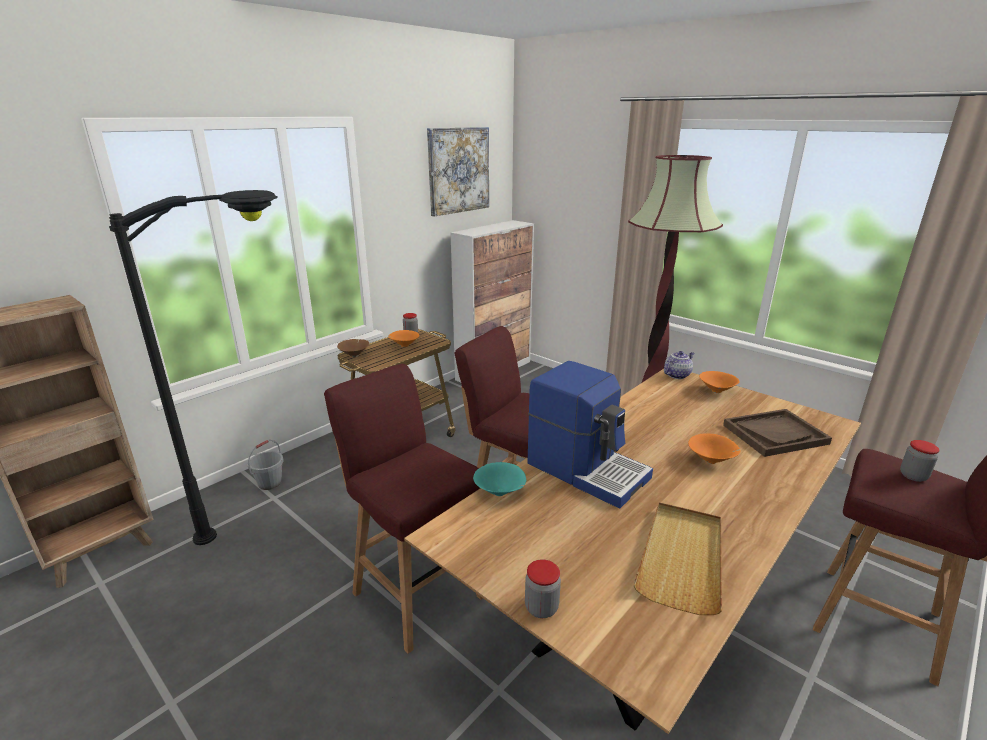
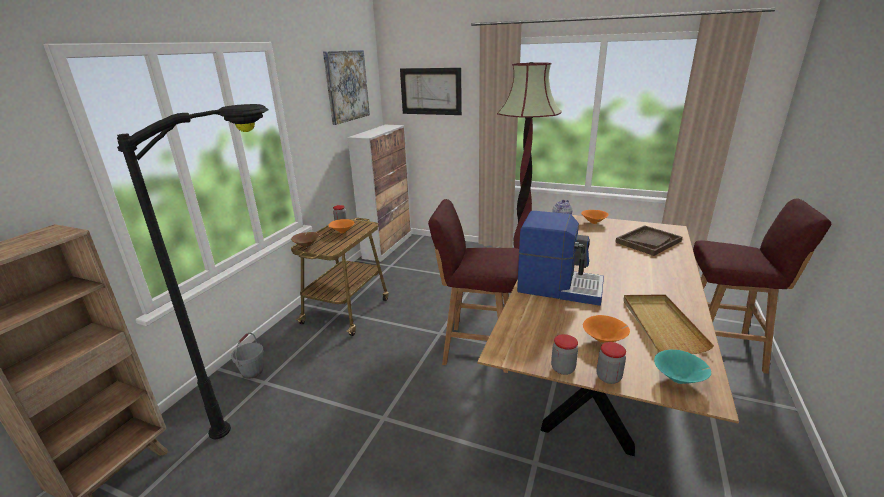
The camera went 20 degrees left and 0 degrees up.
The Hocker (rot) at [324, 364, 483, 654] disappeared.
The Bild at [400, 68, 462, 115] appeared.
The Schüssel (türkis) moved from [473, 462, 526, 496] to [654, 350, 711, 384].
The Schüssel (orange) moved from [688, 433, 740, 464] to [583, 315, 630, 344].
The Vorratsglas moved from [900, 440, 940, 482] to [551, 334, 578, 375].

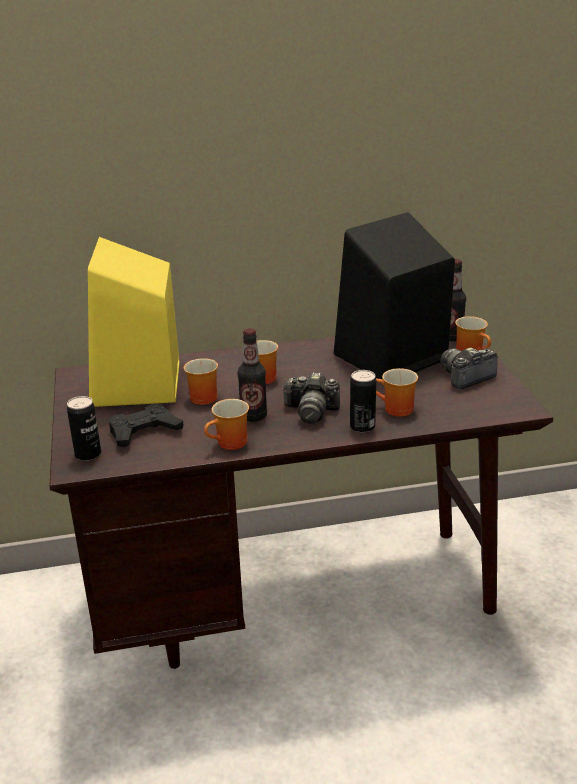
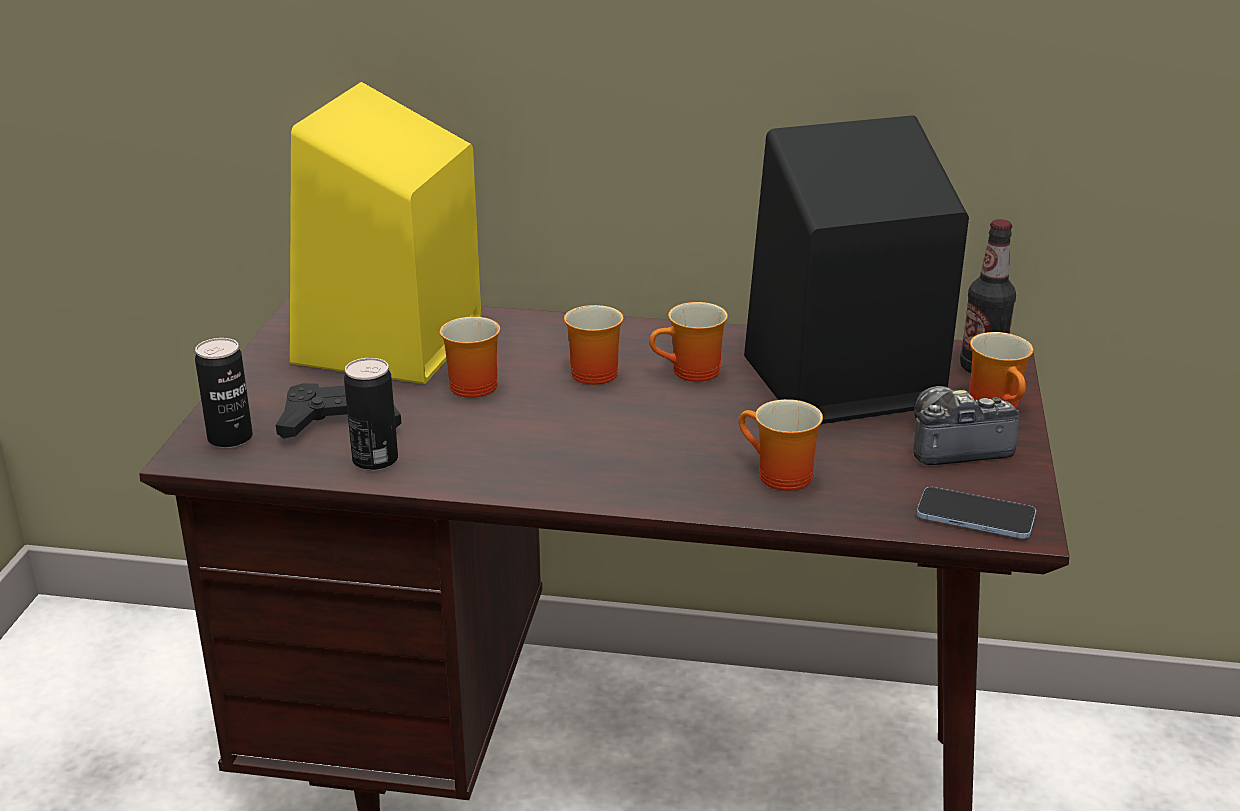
The camera went 20 degrees right and 0 degrees up.
The Flasche at [238, 328, 267, 422] disappeared.
The Kamera at [282, 372, 340, 423] disappeared.
The Handy at [917, 487, 1036, 539] appeared.
The Henkelbecher moved from [204, 399, 249, 450] to [649, 302, 728, 382].
The Dose moved from [350, 370, 376, 433] to [344, 358, 398, 471].

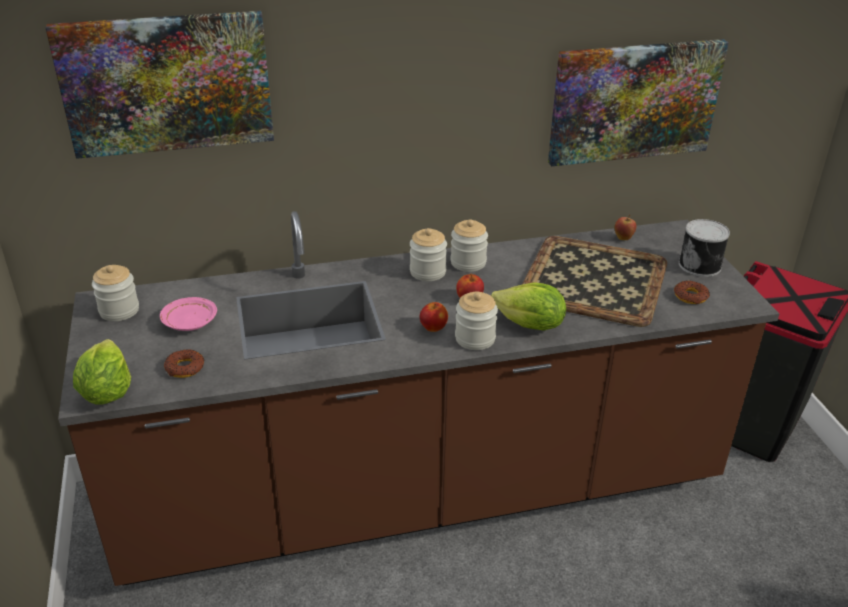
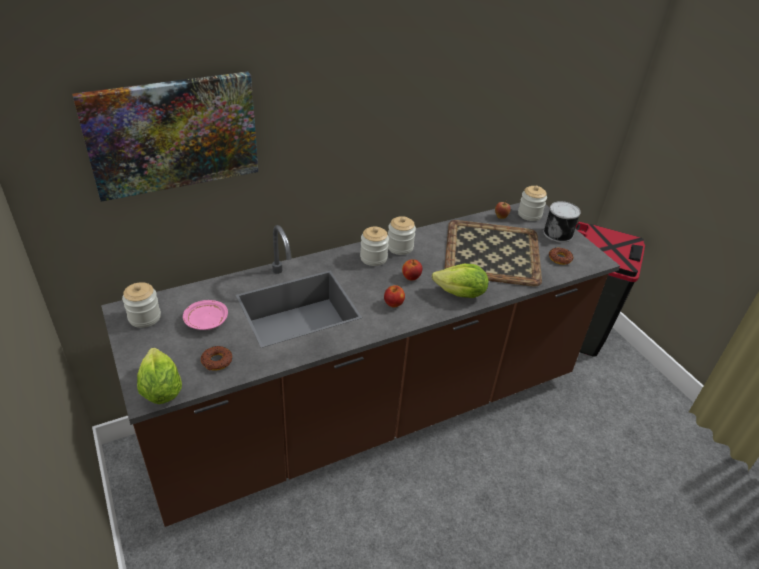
The camera went 15 degrees left and 5 degrees up.
The Bild at [548, 39, 729, 166] disappeared.
The Vorratsglas moved from [455, 292, 498, 350] to [518, 186, 547, 221].

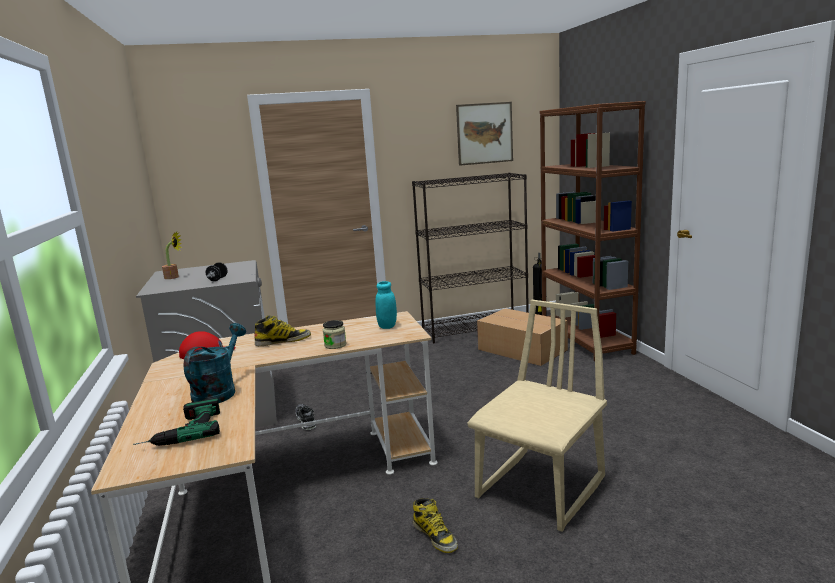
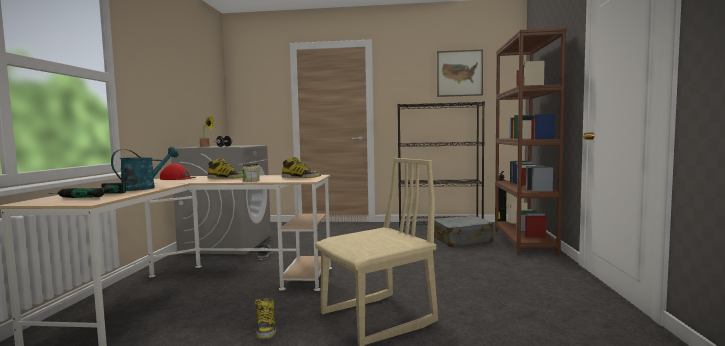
The camera went 20 degrees right and 10 degrees down.
The Vorratsglas (türkis) at [376, 281, 397, 329] was replaced by the Stiefel at [282, 157, 321, 178].
The Karton at [477, 308, 568, 366] was replaced by the Koffer (grau) at [434, 215, 494, 247].

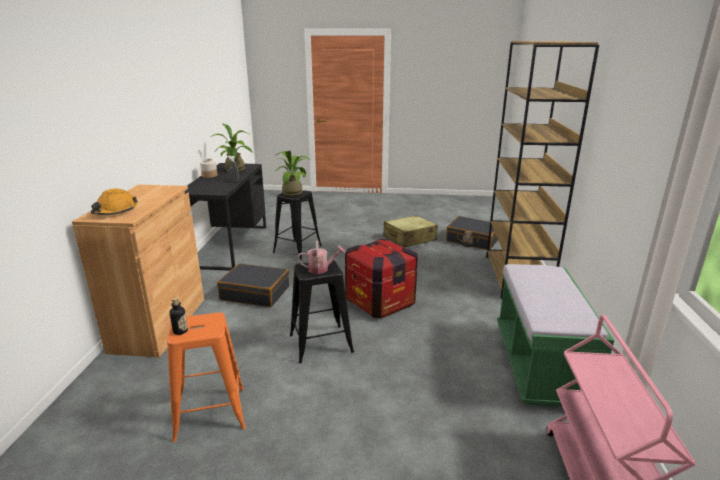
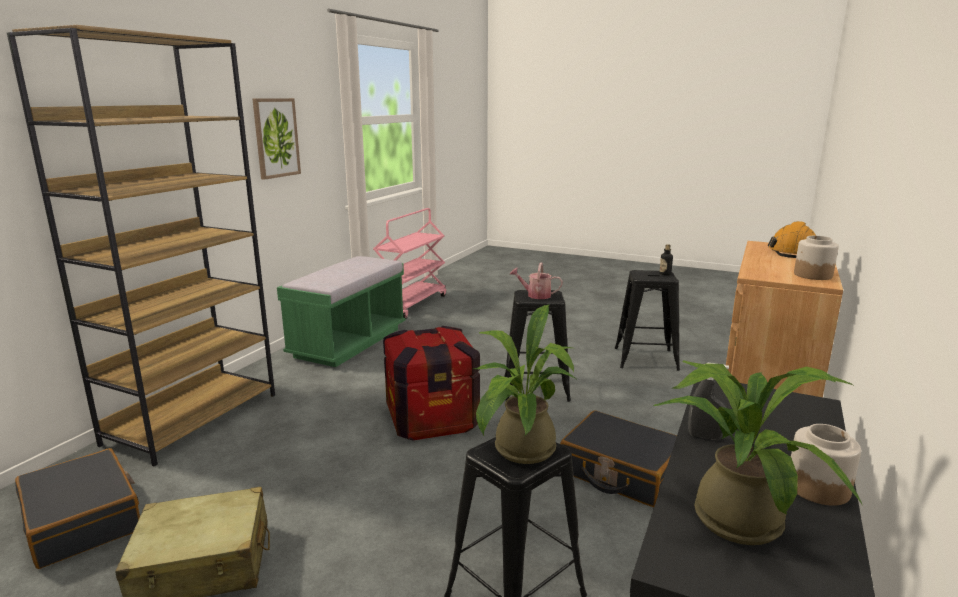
The camera went 160 degrees left and 5 degrees down.
The Bild at [252, 98, 301, 180] appeared.
The Vorratsglas at [794, 236, 839, 280] appeared.
The Hocker (orange) at [167, 312, 246, 442] became the Hocker (schwarz) at [614, 270, 680, 371].

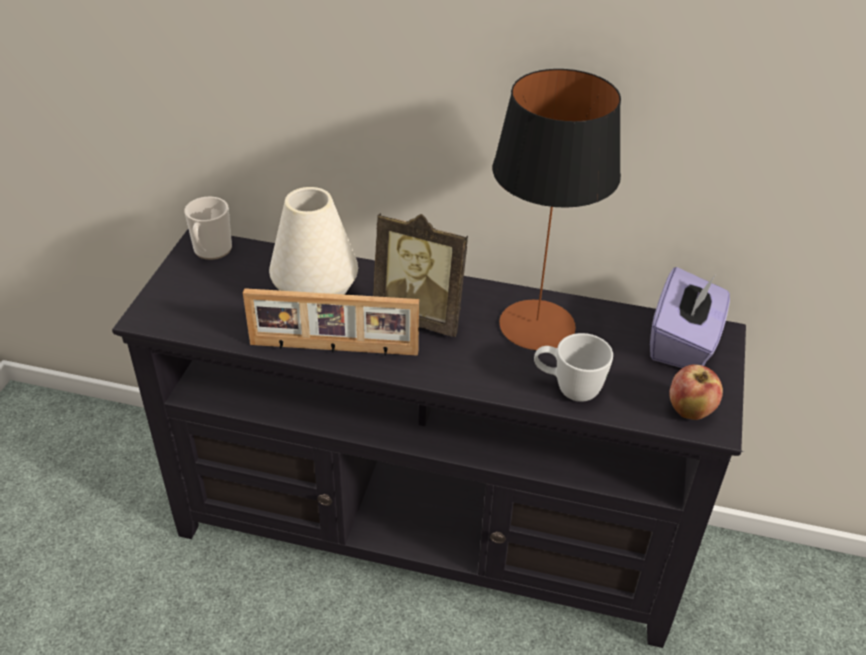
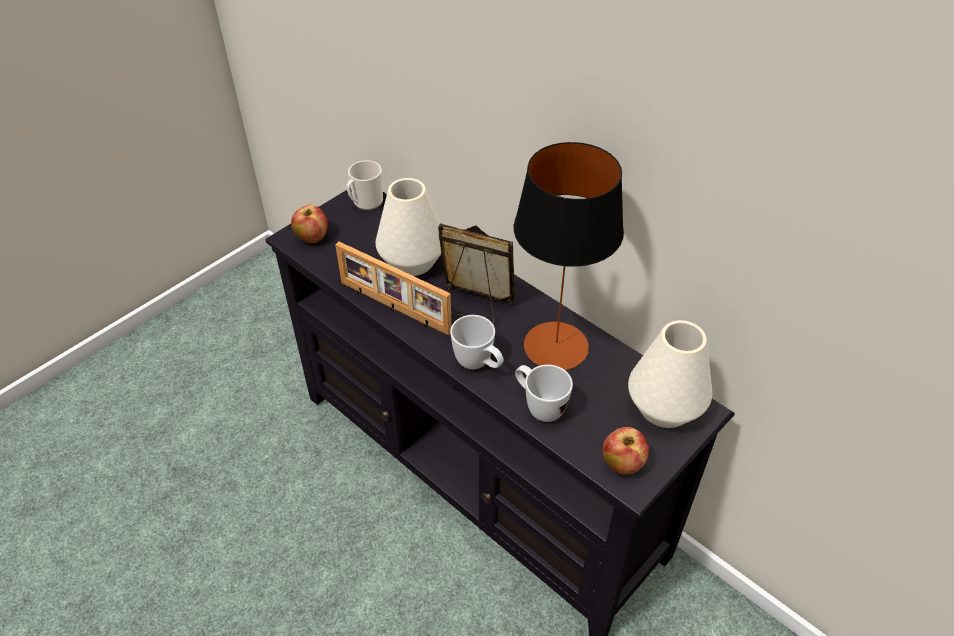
The camera went 30 degrees right and 5 degrees up.
The Apfel at [291, 205, 328, 243] appeared.
The Henkelbecher (weiß) at [450, 315, 504, 369] appeared.
The Taschentuchbox (lila) at [650, 267, 730, 368] was replaced by the Vase (weiß) at [628, 320, 712, 428].
The Bilderrahmen at [373, 213, 468, 337] turned 150 degrees clockwise.

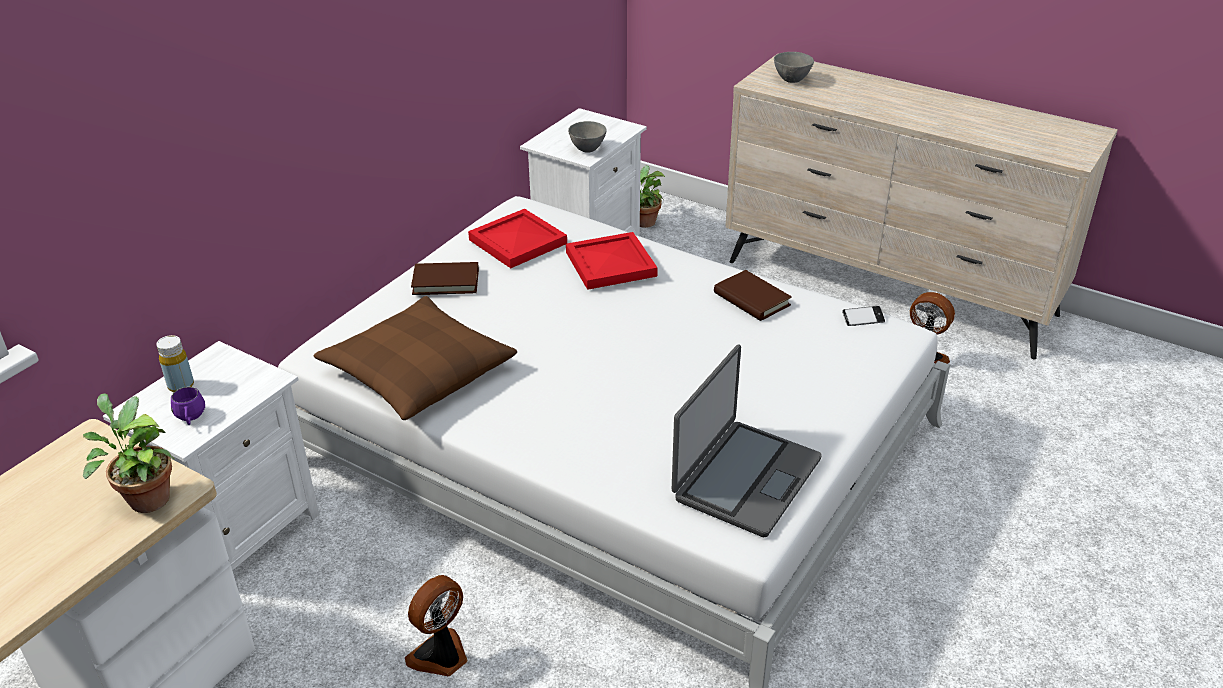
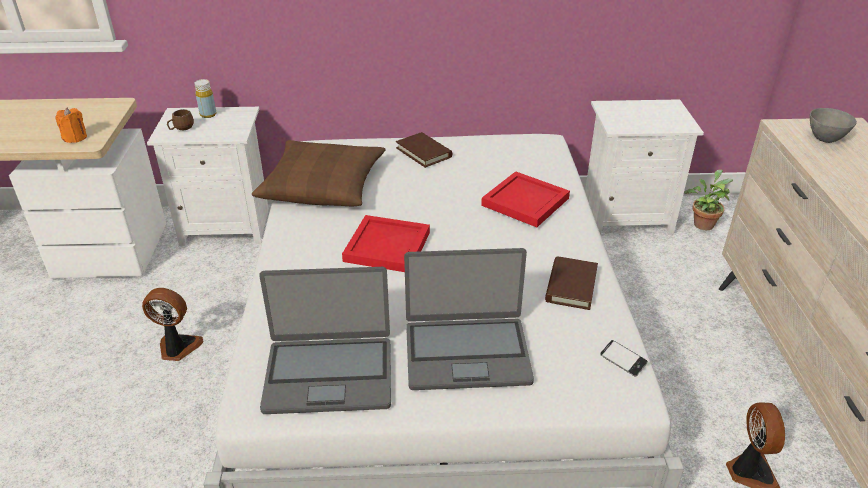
The camera went 55 degrees right and 0 degrees up.
The Schüssel (grau) at [568, 121, 607, 153] disappeared.
The Laptop at [404, 248, 534, 390] appeared.
The Tablett (rot) moved from [468, 209, 567, 268] to [342, 215, 430, 272].
The Topfpflanze at [83, 393, 175, 513] was replaced by the Kerze (orange) at [55, 108, 87, 143].
The Henkelbecher (lila) at [171, 387, 205, 425] became the Henkelbecher (braun) at [167, 109, 194, 130].

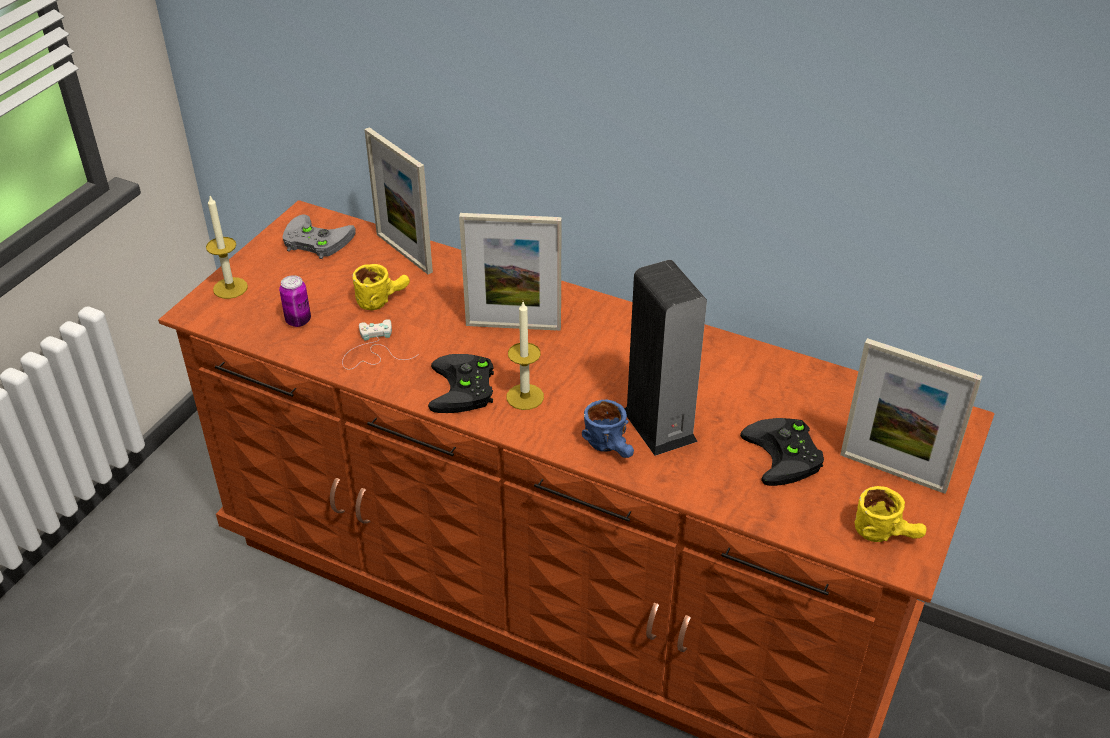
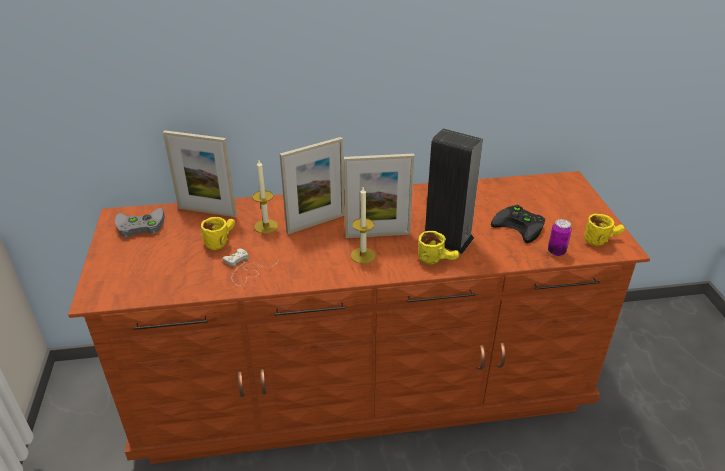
The camera went 35 degrees left and 5 degrees down.
The Gamepad (schwarz) at [428, 354, 494, 413] disappeared.
The Kerze moved from [206, 196, 248, 299] to [253, 160, 278, 234].
The Dose moved from [279, 275, 311, 327] to [548, 219, 572, 256].
The Bilderrahmen moved from [840, 338, 982, 494] to [344, 154, 414, 238].
The Henkelbecher (blau) at [582, 400, 634, 458] became the Henkelbecher (gelb) at [418, 231, 459, 264].

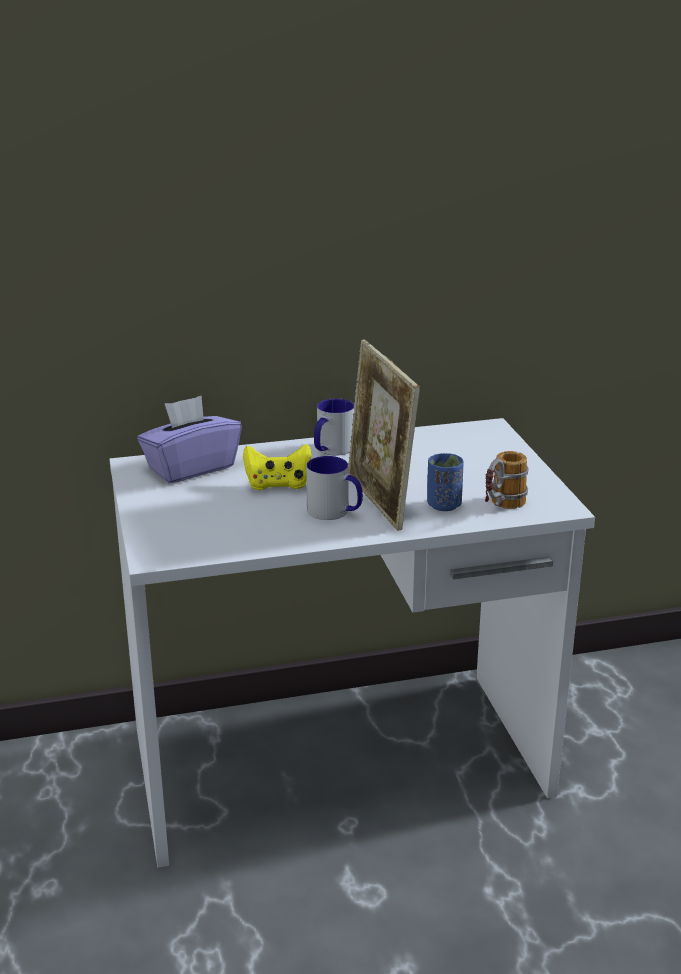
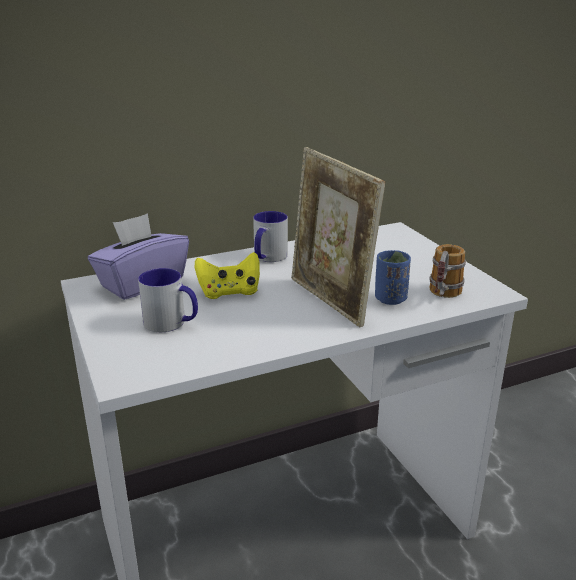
The camera went 10 degrees left and 0 degrees up.
The Henkelbecher moved from [306, 456, 363, 520] to [138, 268, 198, 332].

